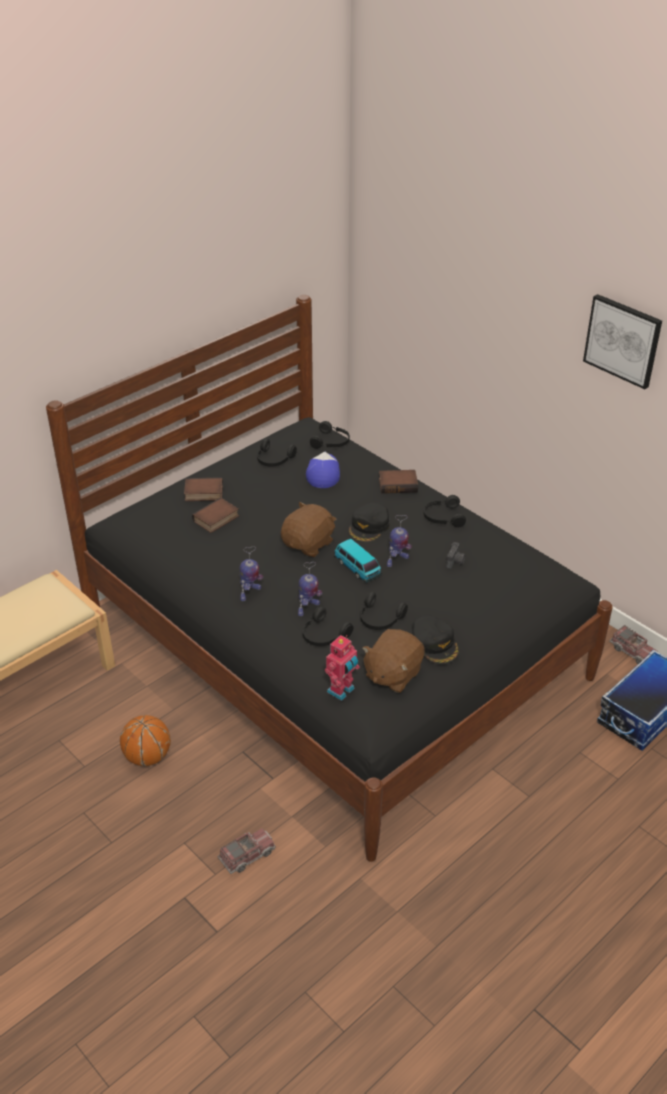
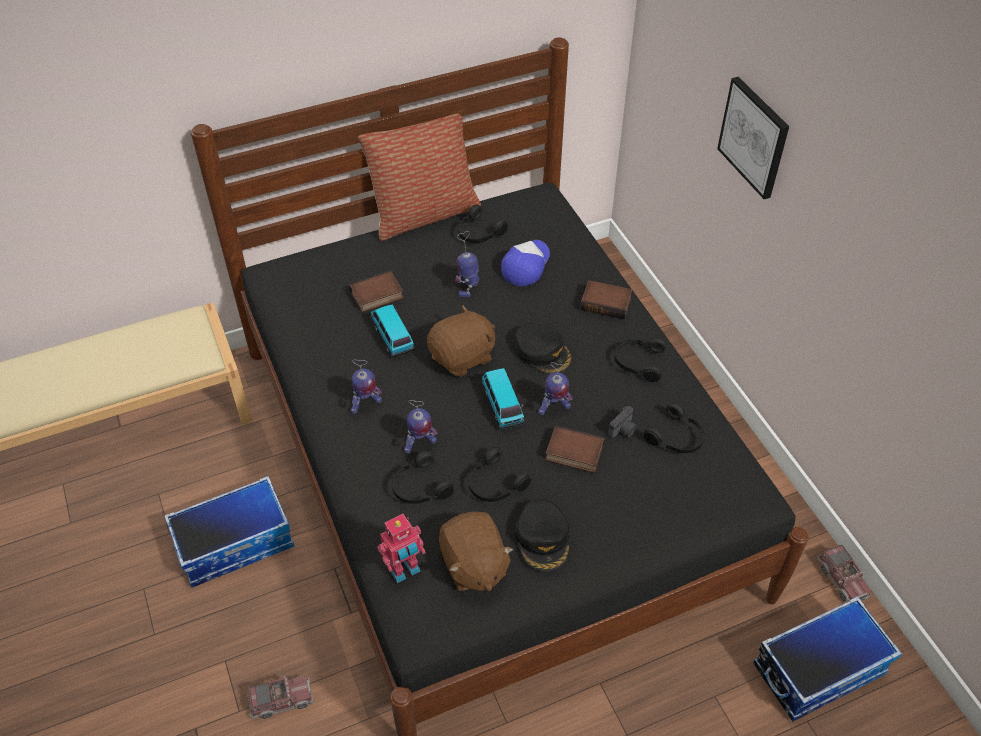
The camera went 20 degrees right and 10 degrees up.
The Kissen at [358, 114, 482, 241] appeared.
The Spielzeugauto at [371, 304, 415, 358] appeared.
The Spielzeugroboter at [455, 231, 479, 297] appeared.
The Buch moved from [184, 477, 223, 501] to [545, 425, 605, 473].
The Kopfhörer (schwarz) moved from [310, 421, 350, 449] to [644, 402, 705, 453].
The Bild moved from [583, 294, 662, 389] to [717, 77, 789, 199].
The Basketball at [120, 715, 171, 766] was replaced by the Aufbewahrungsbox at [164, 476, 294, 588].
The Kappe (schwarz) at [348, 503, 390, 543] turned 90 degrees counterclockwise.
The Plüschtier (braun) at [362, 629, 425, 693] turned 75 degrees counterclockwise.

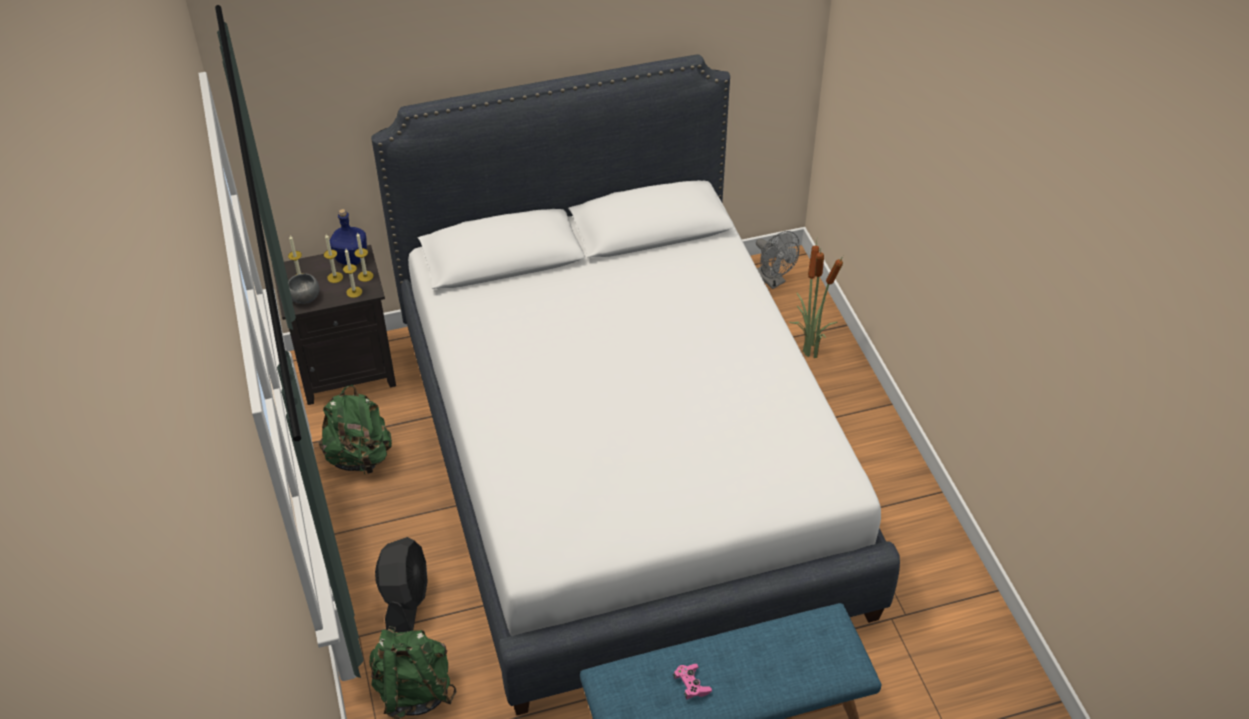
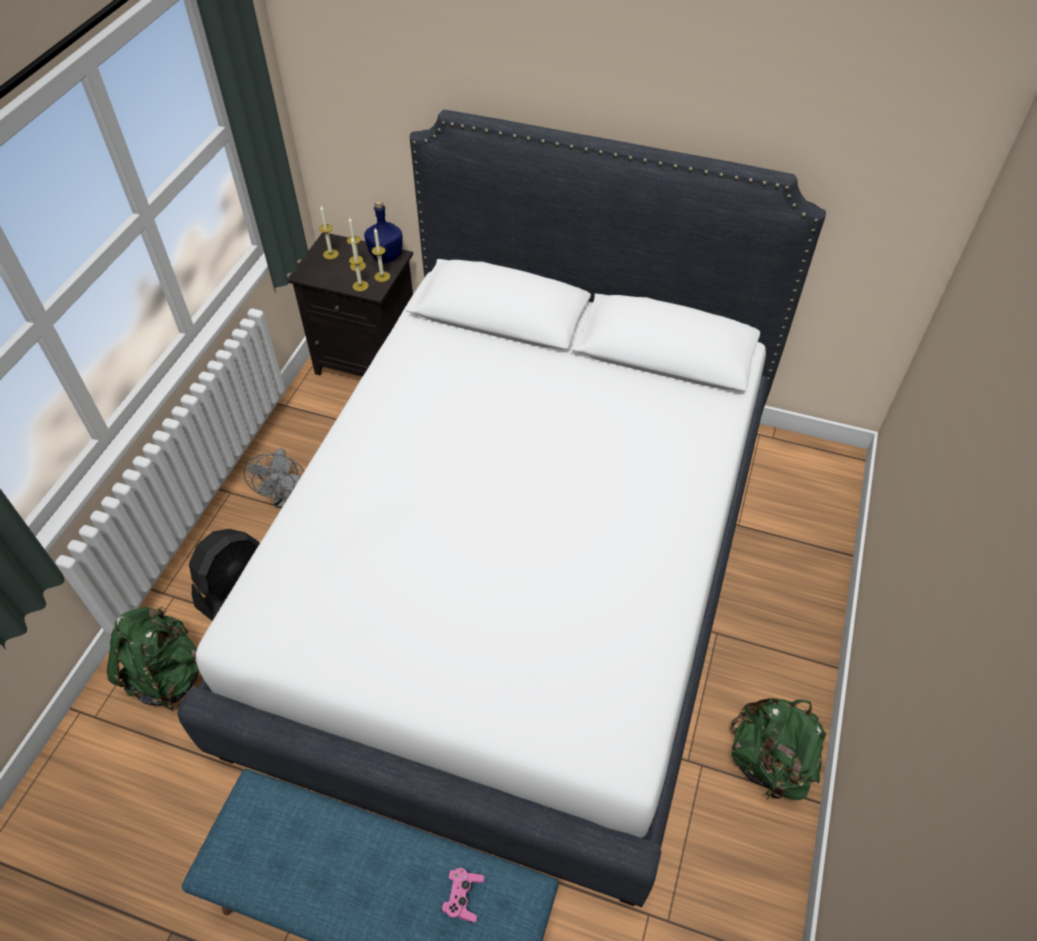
The camera went 35 degrees right and 5 degrees up.
The Schüssel (grau) at [288, 274, 319, 304] disappeared.
The Topfpflanze at [789, 241, 843, 358] disappeared.
The Rucksack (grün) moved from [319, 385, 392, 474] to [730, 698, 826, 800].
The Gamepad (rosa) moved from [673, 664, 712, 700] to [441, 868, 484, 923].
The Ventilator (grau) moved from [756, 231, 800, 289] to [244, 448, 304, 508].

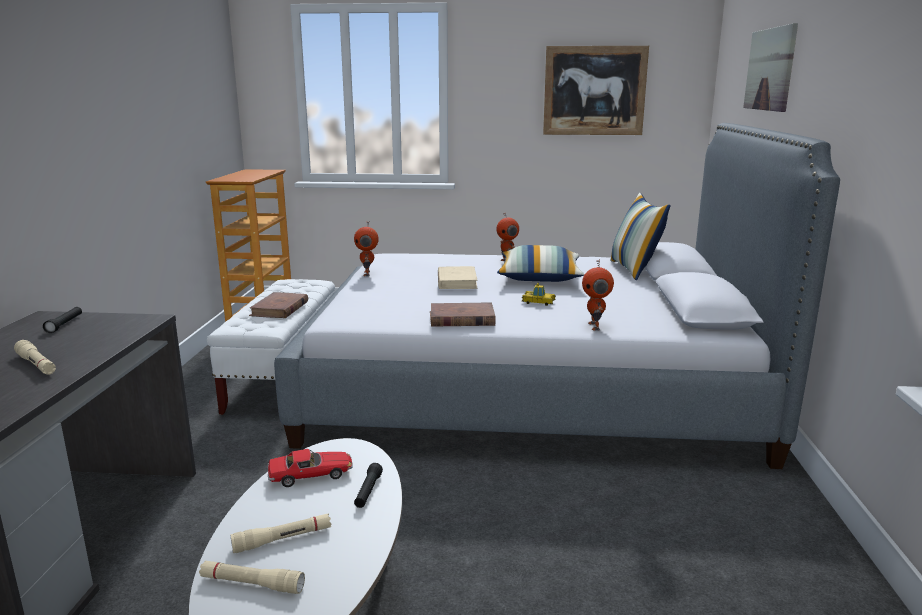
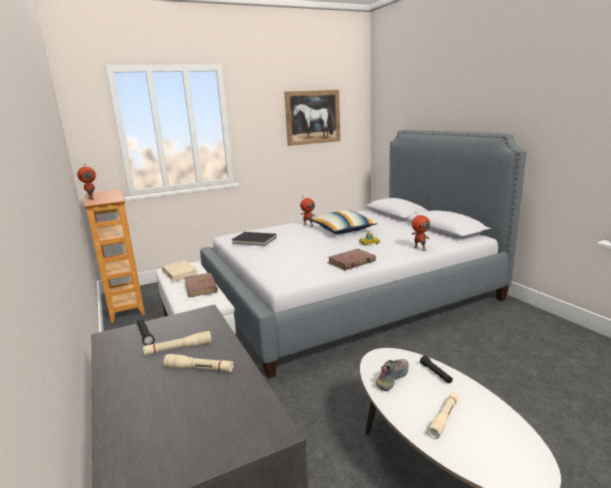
The camera went 30 degrees left and 0 degrees up.
The Kissen at [610, 193, 670, 280] disappeared.
The Bild at [743, 23, 798, 112] disappeared.
The Buch (schwarz) at [232, 232, 276, 246] appeared.
The Taschenlampe (beige) moved from [199, 561, 305, 594] to [143, 331, 212, 355].
The Spielzeugroboter moved from [354, 222, 379, 276] to [77, 164, 96, 200].
The Buch (beige) moved from [438, 266, 478, 289] to [162, 260, 198, 282].
The Spielzeugauto at [267, 449, 353, 487] was replaced by the Schuh at [376, 359, 409, 391].

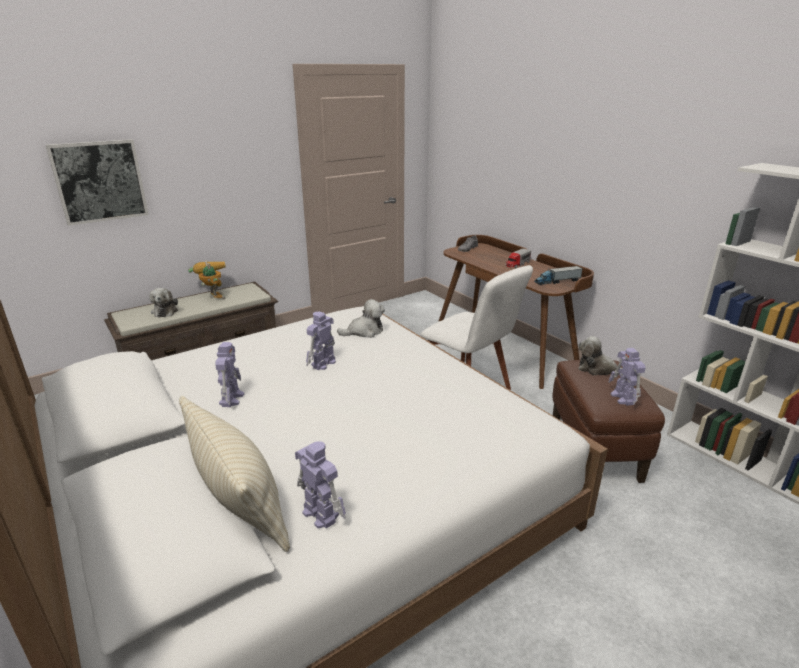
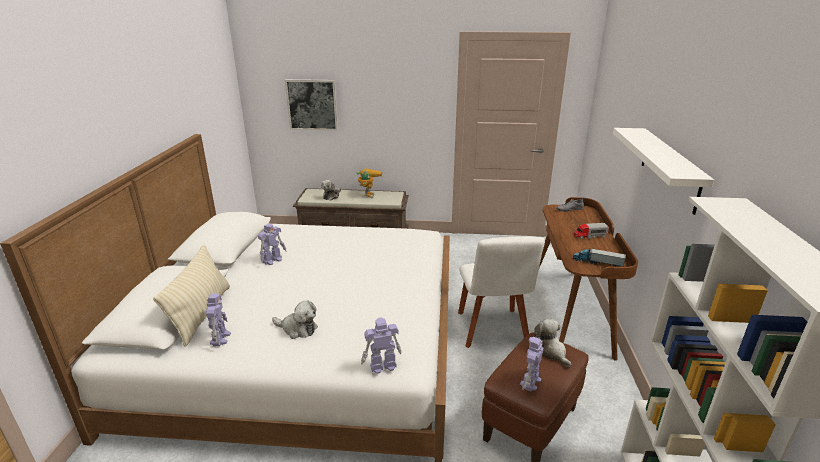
The camera went 40 degrees right and 0 degrees up.
The Wandregal (weiß) at [613, 128, 714, 215] appeared.
The Spielzeugroboter moved from [306, 311, 336, 370] to [361, 318, 401, 374].
The Plüschtier moved from [337, 299, 385, 338] to [272, 300, 318, 339].

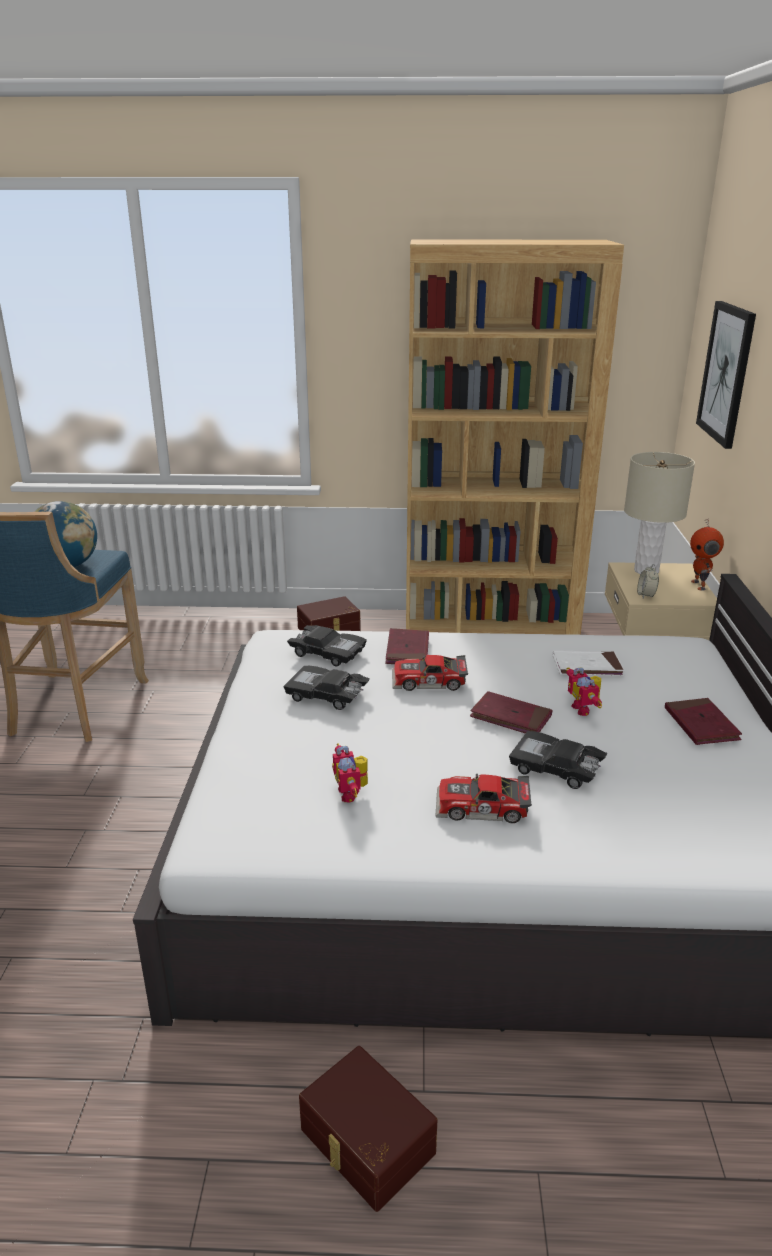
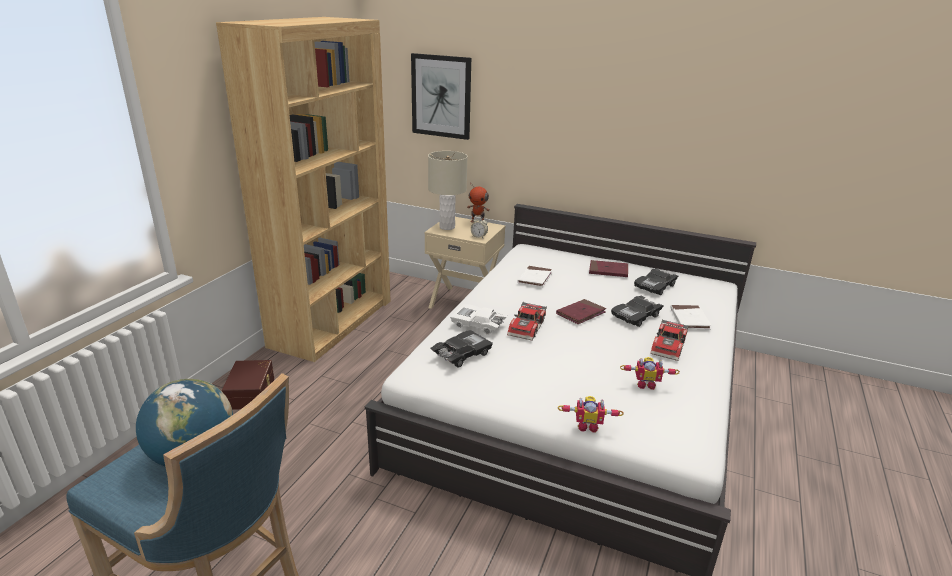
The camera went 70 degrees left and 0 degrees up.
The Aufbewahrungsbox (braun) at [299, 1046, 437, 1212] disappeared.
The Buch (weiß) at [670, 305, 712, 330] appeared.
The Spielzeugauto (schwarz) moved from [283, 666, 370, 710] to [634, 268, 678, 295].
The Spielzeugroboter moved from [566, 667, 602, 716] to [558, 396, 624, 433].
The Buch (rot) at [385, 628, 429, 664] was replaced by the Spielzeugauto (weiß) at [450, 304, 508, 335].

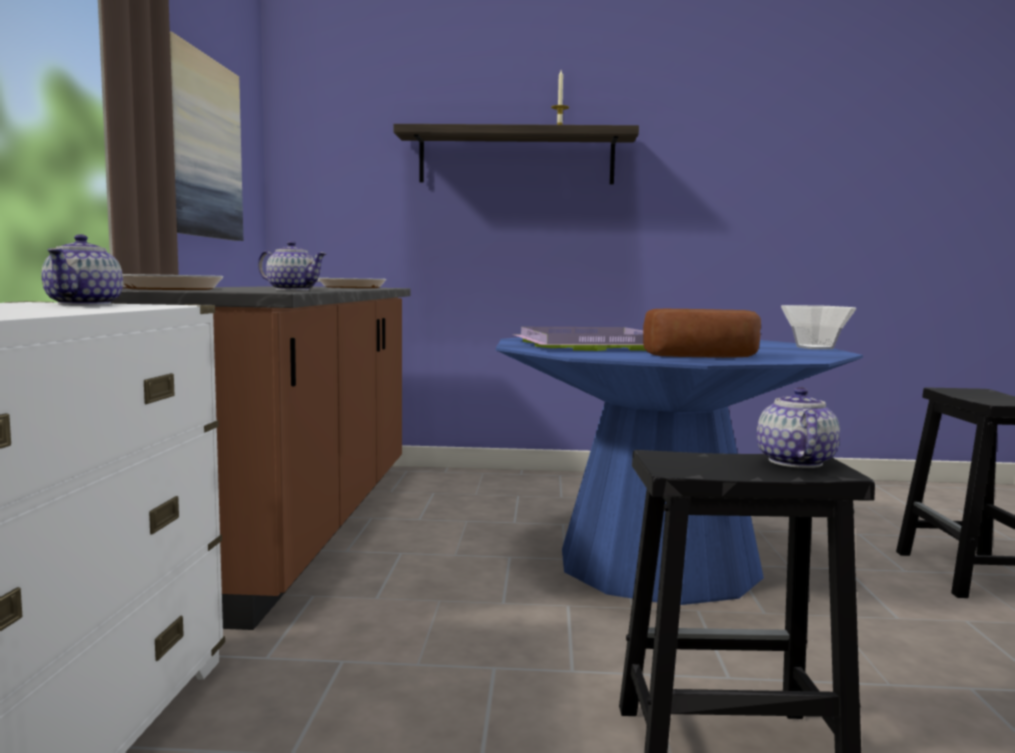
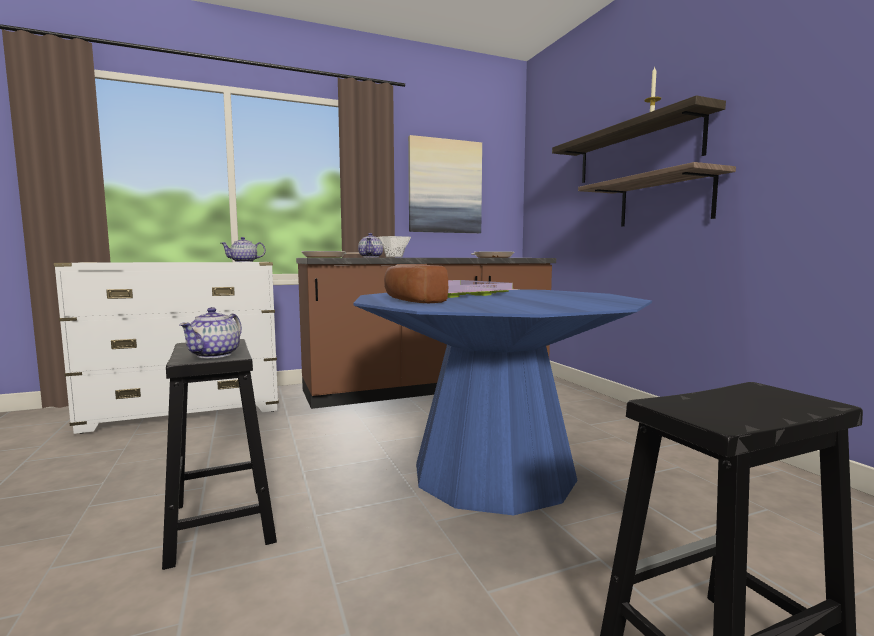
The camera went 65 degrees right and 0 degrees up.
The Wandregal at [578, 162, 736, 227] appeared.
The Schüssel moved from [781, 305, 856, 349] to [378, 236, 411, 258].
The Teekanne at [757, 387, 840, 468] turned 120 degrees clockwise.

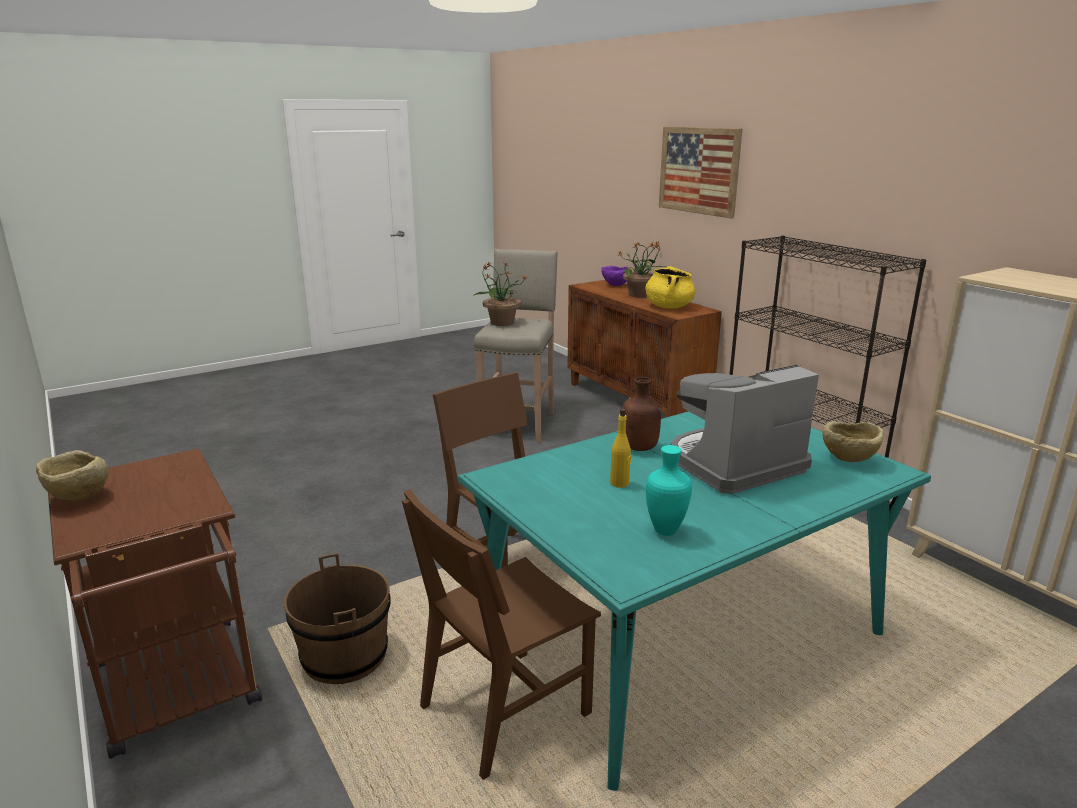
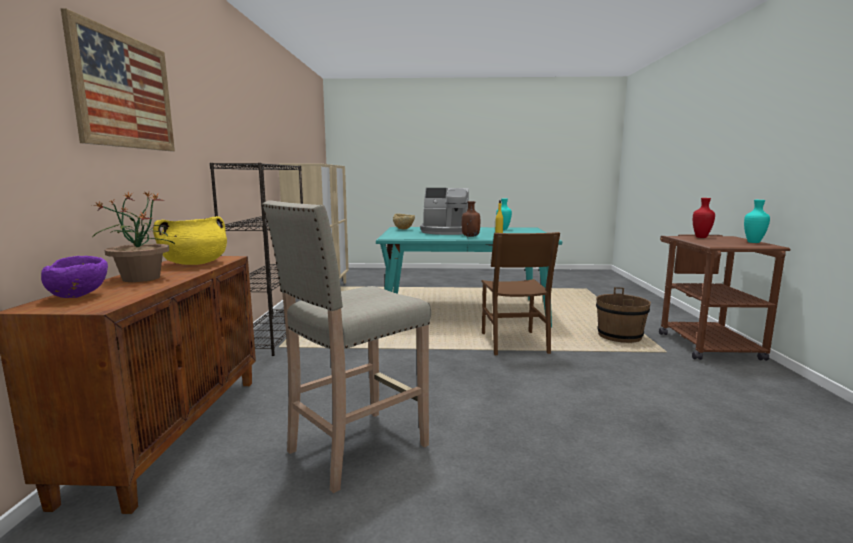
The camera went 145 degrees left and 10 degrees down.
The Stuhl (braun) at [402, 489, 601, 780] disappeared.
The Topfpflanze at [473, 261, 527, 326] disappeared.
The Vase (rot) at [693, 198, 715, 238] appeared.
The Schüssel (beige) at [36, 450, 109, 500] was replaced by the Vase (türkis) at [744, 200, 770, 243].

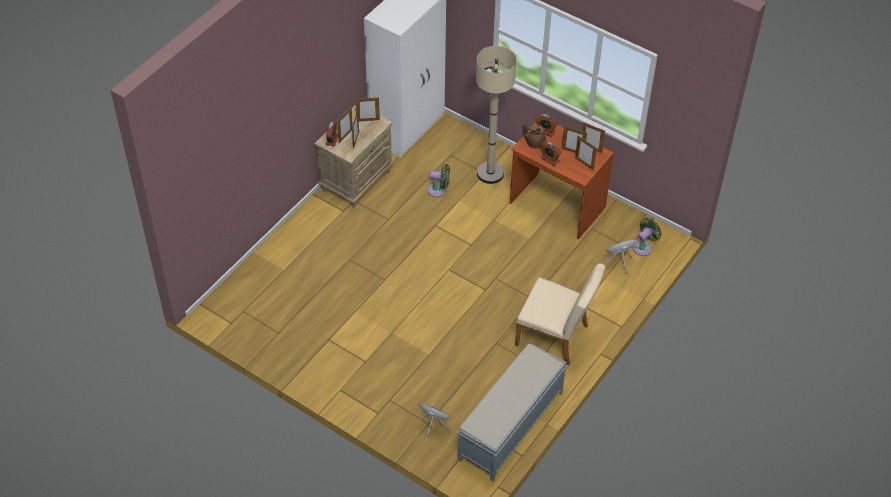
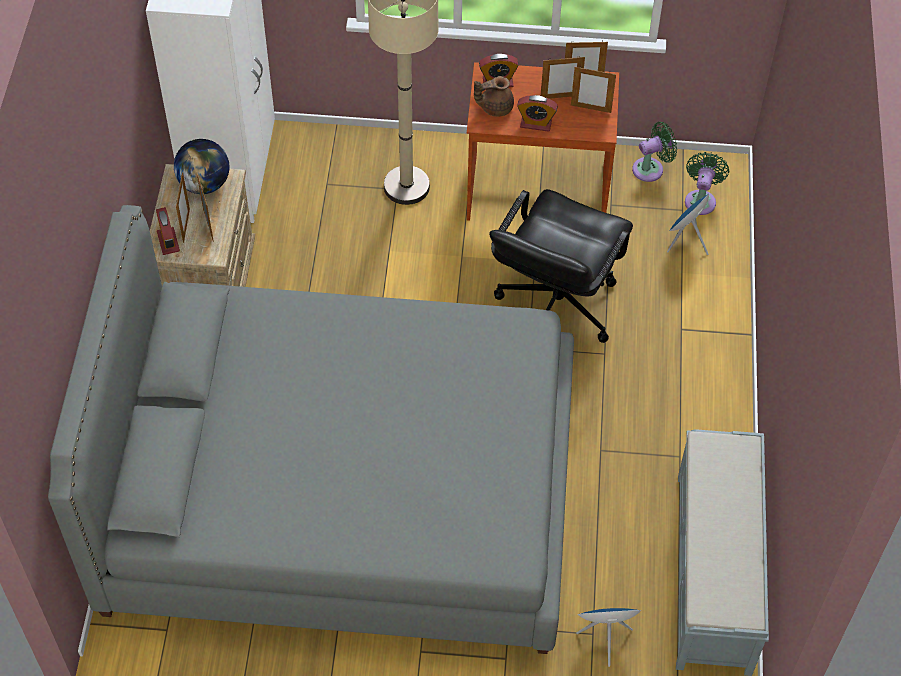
The camera went 30 degrees left and 5 degrees up.
The Stuhl (beige) at [515, 263, 605, 365] disappeared.
The Bett (grau) at [48, 205, 574, 654] appeared.
The Bürostuhl (schwarz) at [489, 189, 633, 343] appeared.
The Ventilator (grün) moved from [427, 164, 450, 197] to [632, 122, 677, 182].
The Bilderrahmen at [355, 97, 380, 122] was replaced by the Globus at [174, 139, 229, 194].

